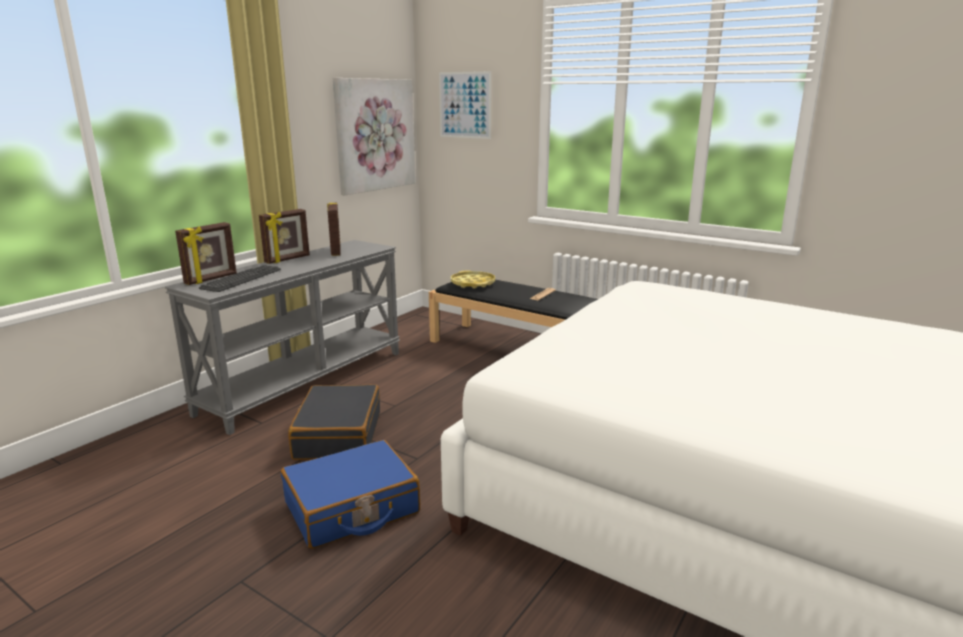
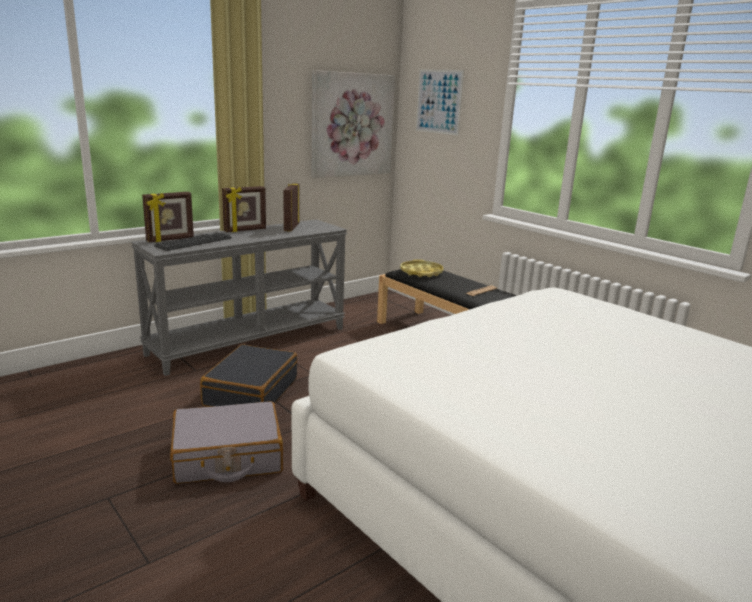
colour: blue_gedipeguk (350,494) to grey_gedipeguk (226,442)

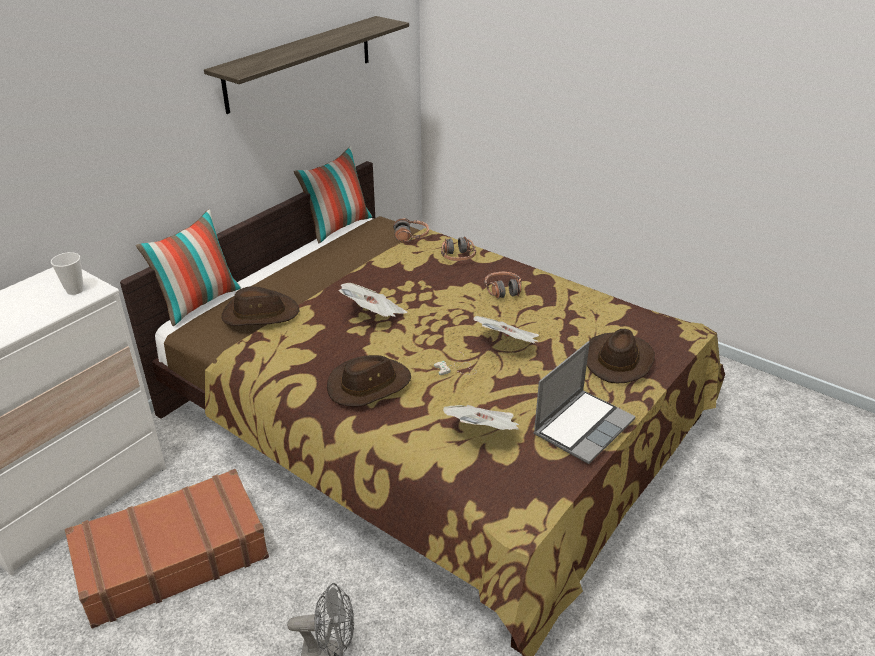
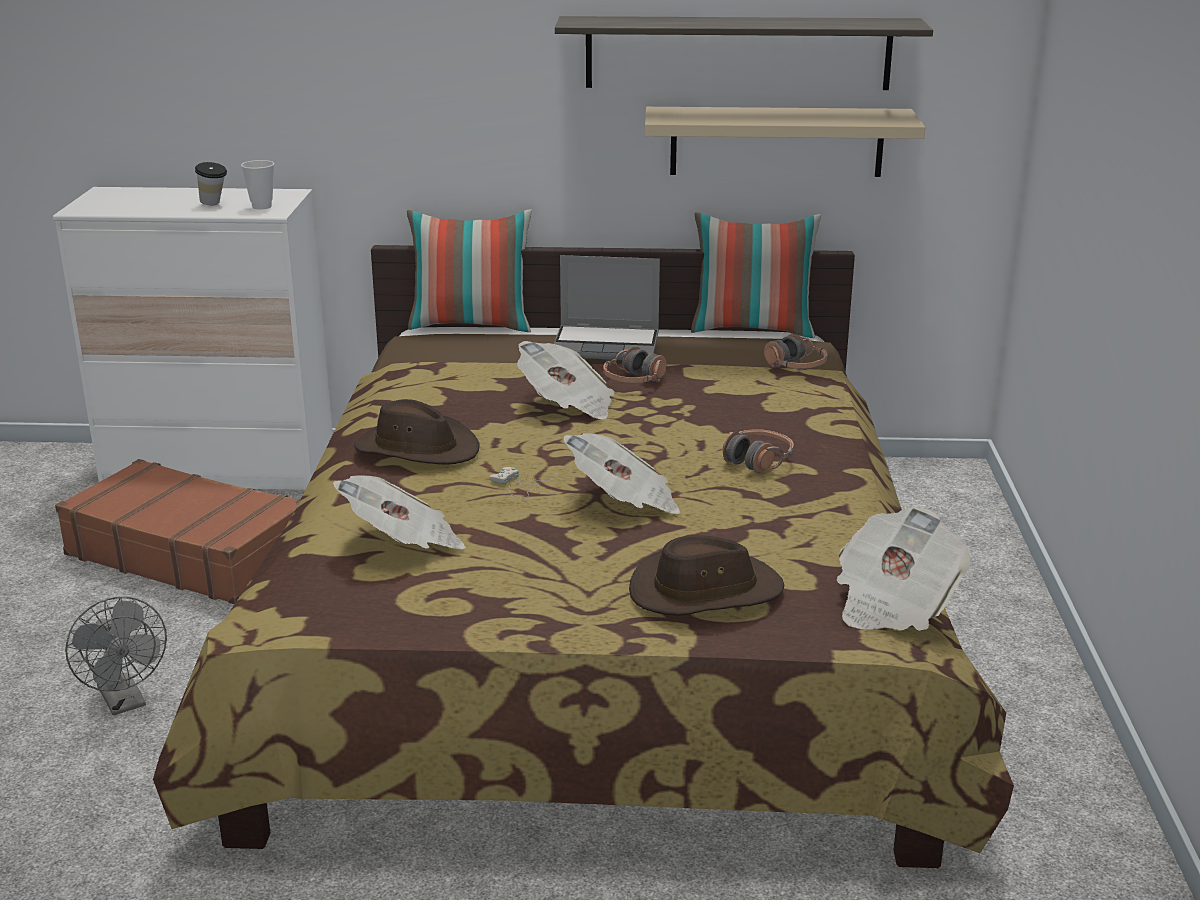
missing: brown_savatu (260,306)
appeared: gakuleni (211,183); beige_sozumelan (785,142); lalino (903,569)
relocated: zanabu (458,249) to (635,365); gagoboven (584,402) to (607,307)

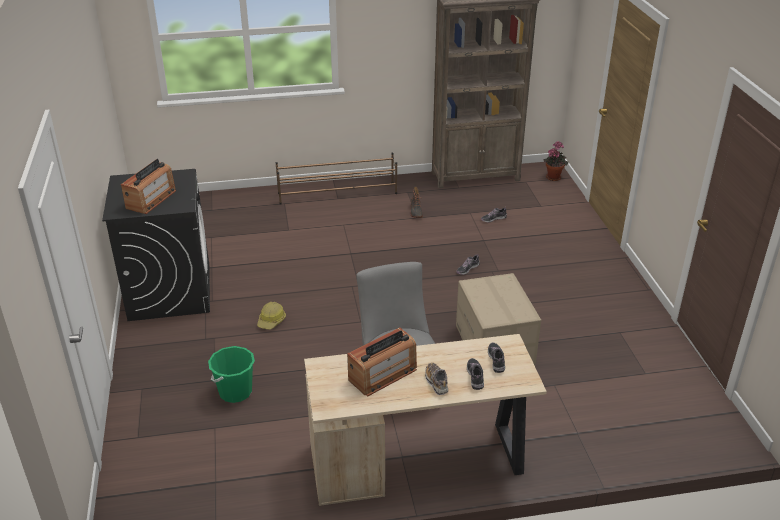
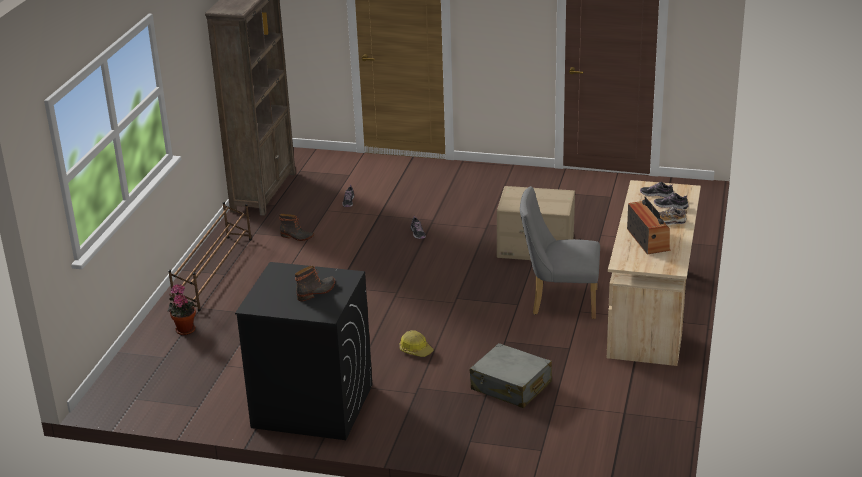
relocated: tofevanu (555,161) to (181,309)
exchanged: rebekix (148,186) to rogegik (315,283); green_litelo (231,374) to grey_gedipeguk (511,375)

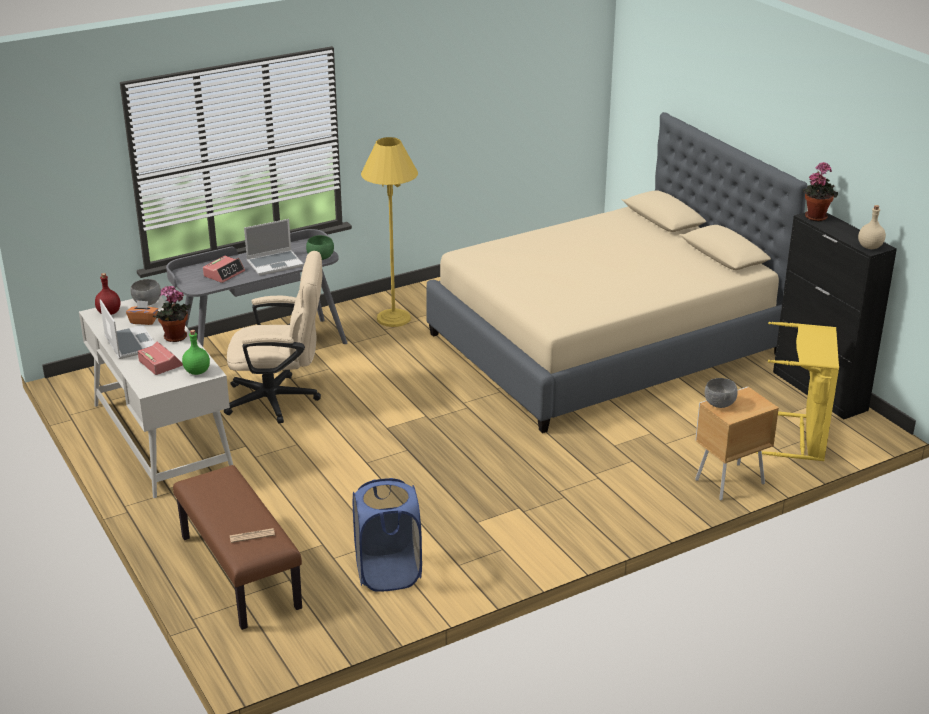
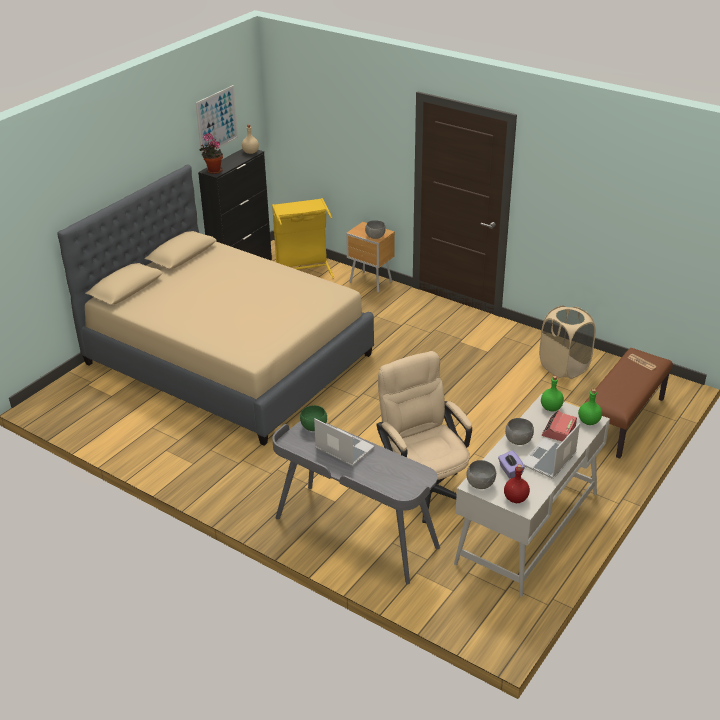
missing: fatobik (224,269); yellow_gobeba (389,232)
appeared: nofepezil (216,121); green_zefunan (590,407)
exchanged: tofevanu (172,314) to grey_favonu (519,431)
colour: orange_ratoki (142,312) to purple_ratoki (511,464); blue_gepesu (387,535) to beige_gepesu (567,342)

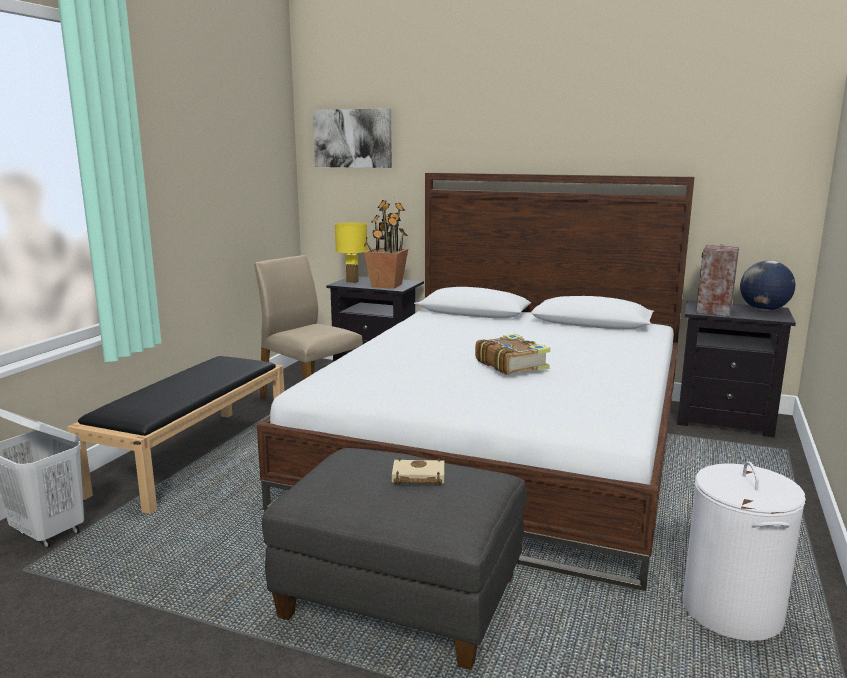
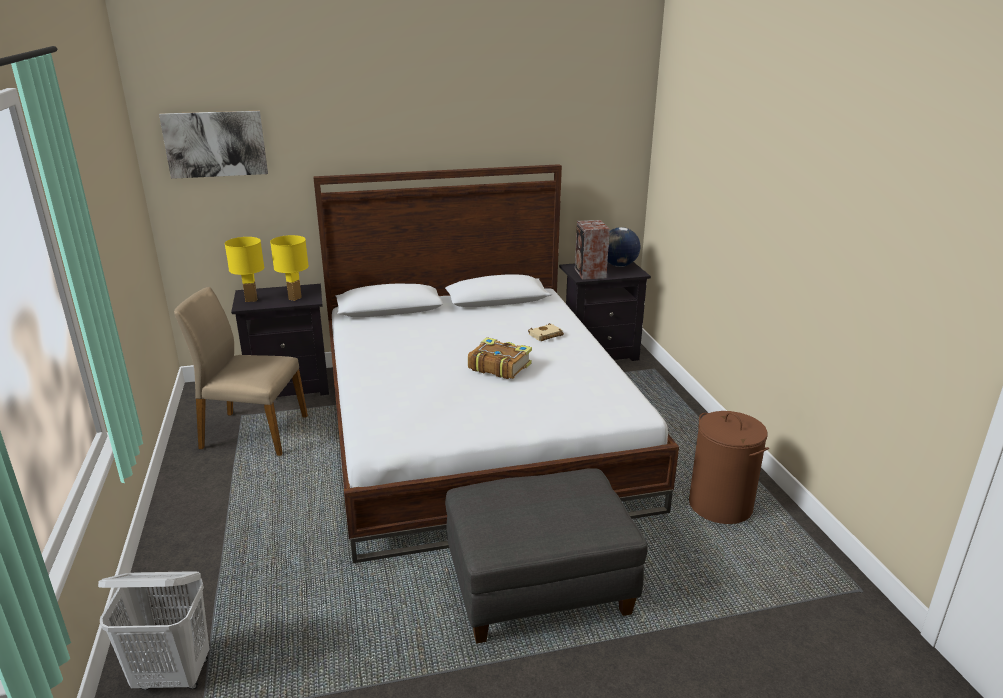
missing: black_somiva (175,435)
relocated: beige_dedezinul (418,471) to (546,332)
exchanged: tofevanu (386,244) to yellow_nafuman (289,268)
colour: white_gepesu (744,551) to brown_gepesu (729,467)

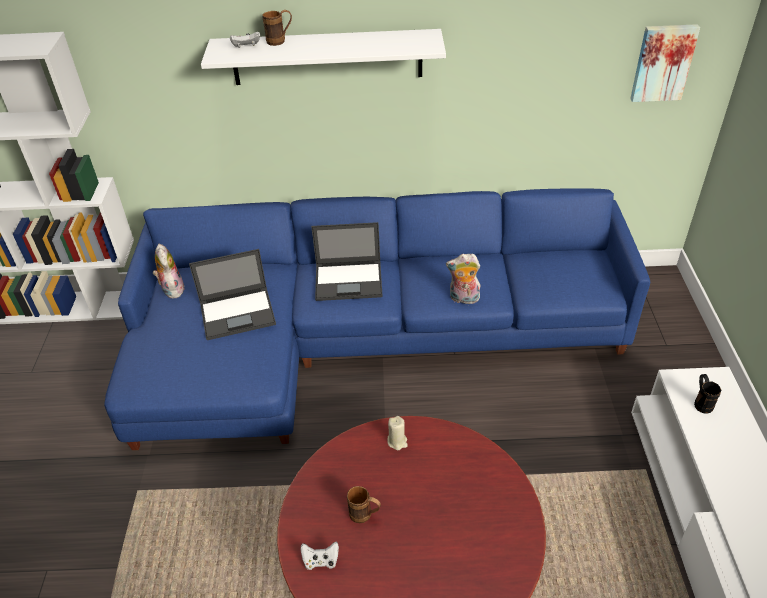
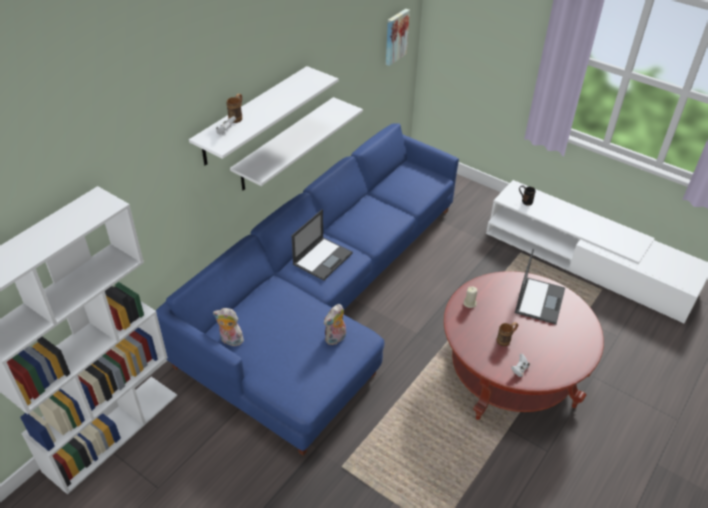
appeared: white_sozumelan (296,143)
relocated: gagoboven (232,294) to (540,286); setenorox (463,278) to (335,324)

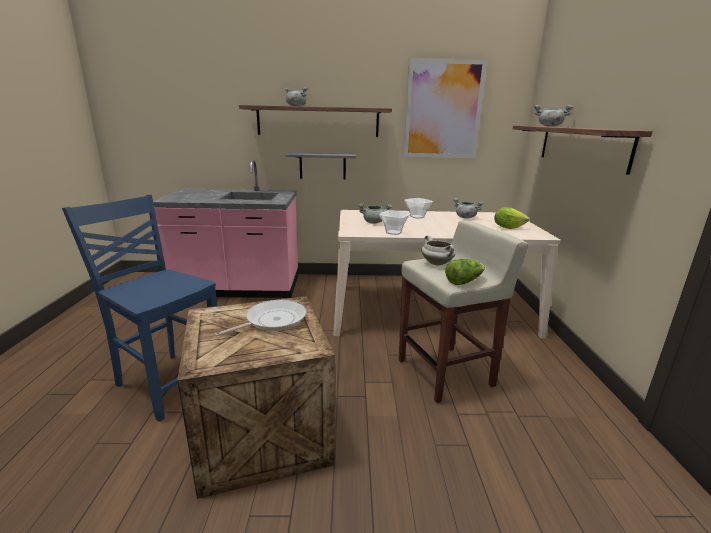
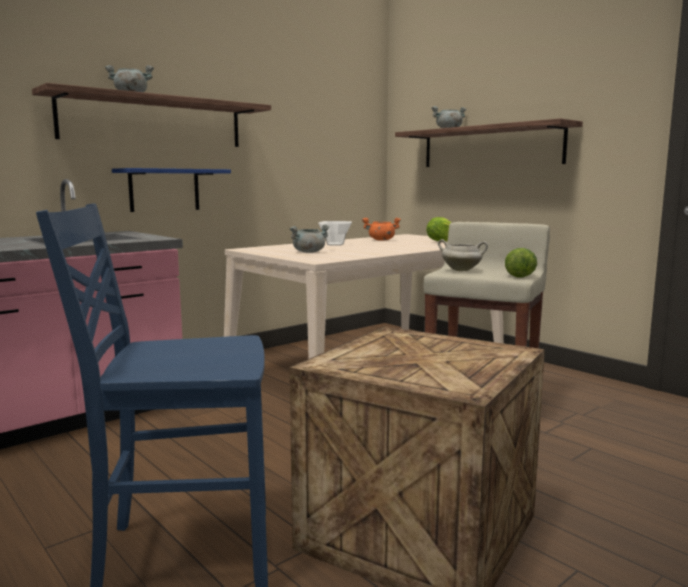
missing: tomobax (260,318); favonu (394,222); nofepezil (445,108)
colour: grey_sozumelan (321,166) to blue_sozumelan (171,190); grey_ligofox (468,208) to orange_ligofox (381,229)

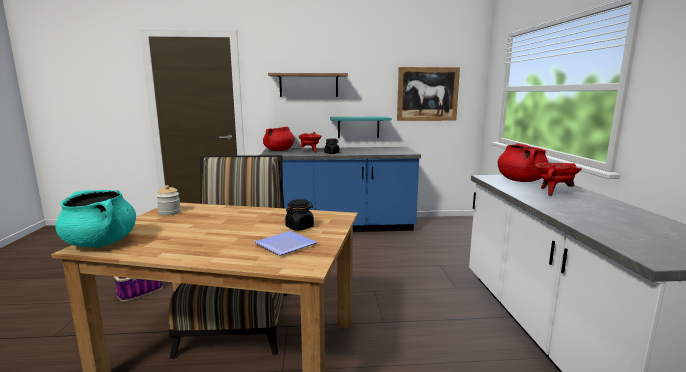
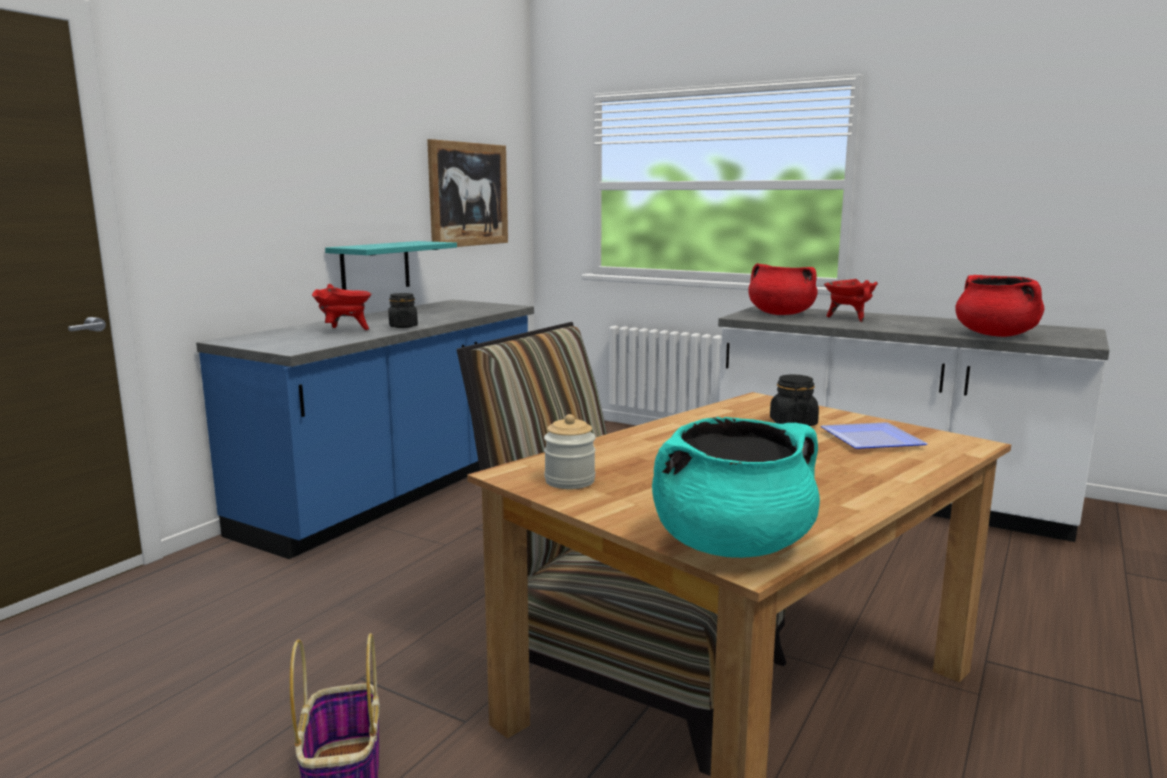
missing: sozumelan (308,85)
relocated: red_ligofox (279,139) to (999,306)

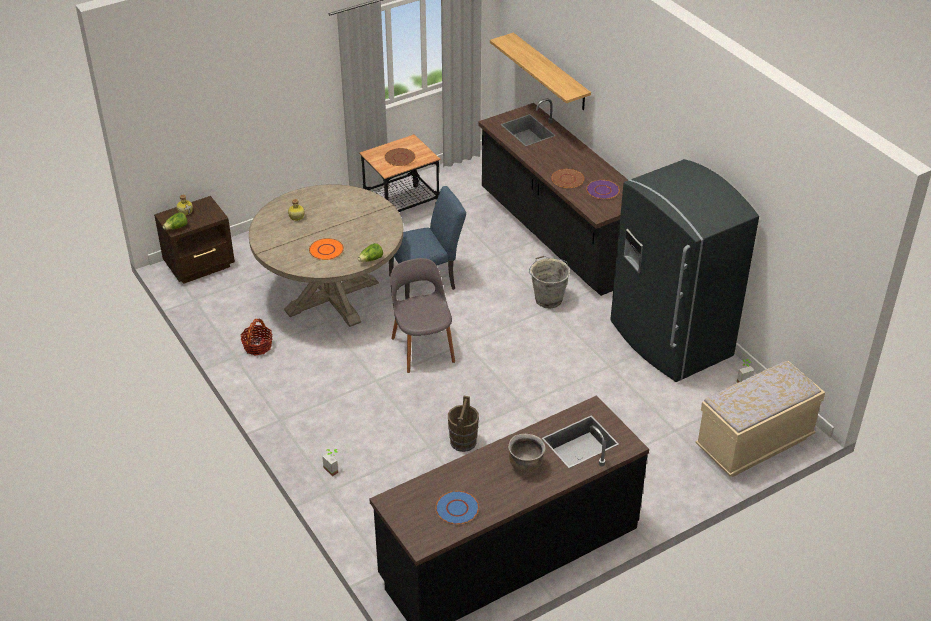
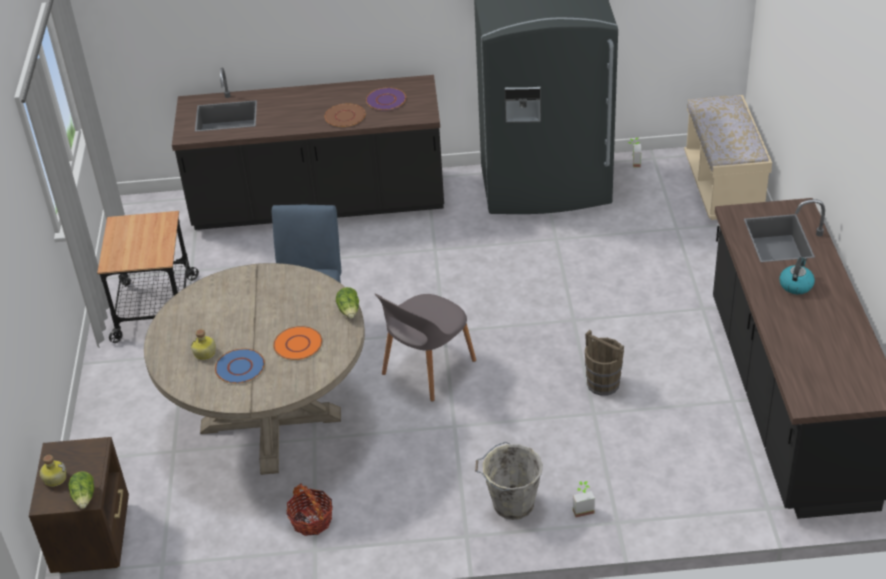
missing: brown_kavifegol (400,157); sozumelan (540,71)
relocated: blue_kavifegol (457,507) to (240,365); grey_litelo (549,282) to (509,481)
exchanged: brown_ligofox (527,453) to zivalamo (797,275)
spun: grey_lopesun (422,315) = (425,347) 60 degrees counterclockwise

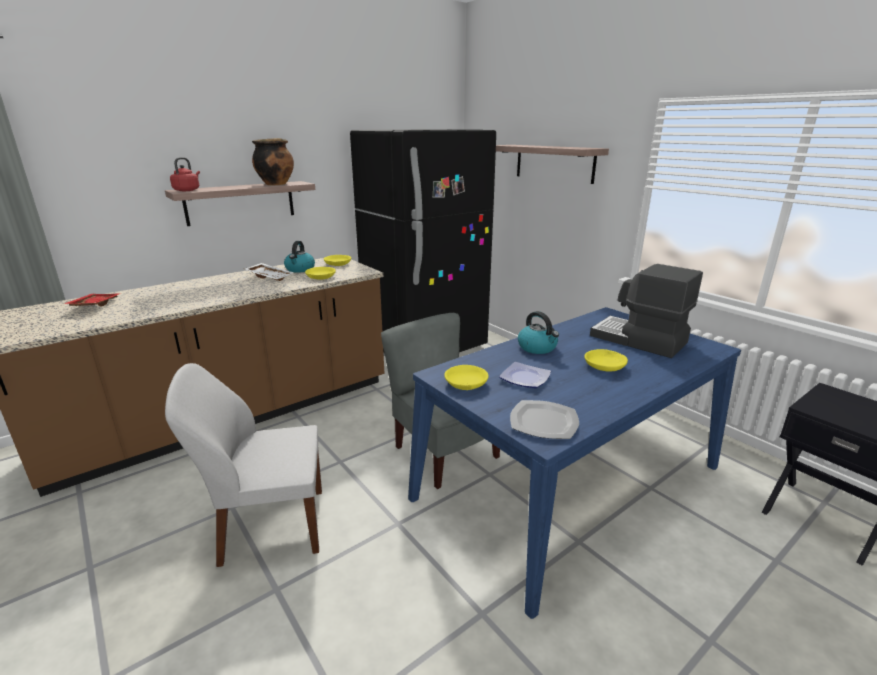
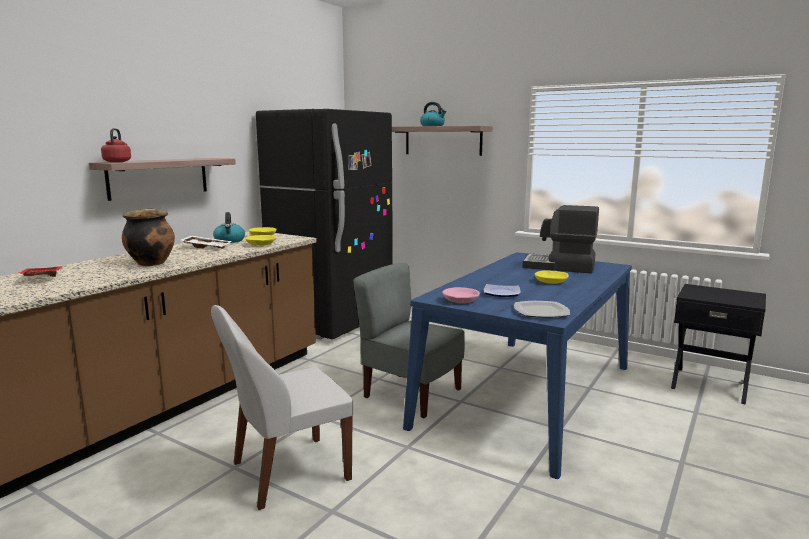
relocated: ligofox (273,162) to (148,237); zivalamo (538,332) to (433,114)
colour: yellow_favonu (466,377) to pink_favonu (461,295)

